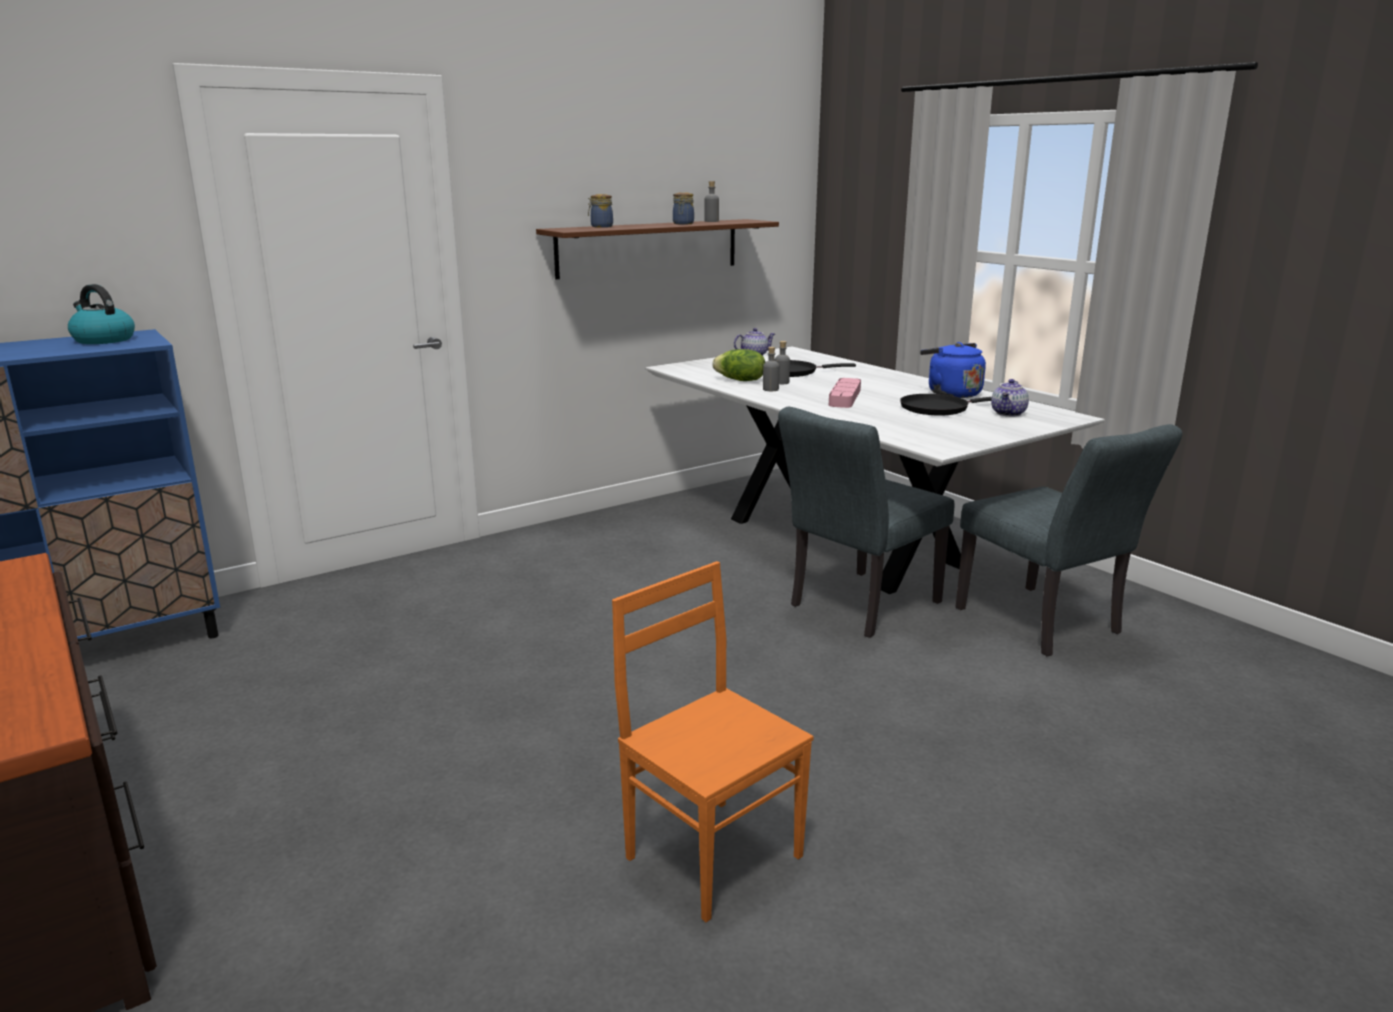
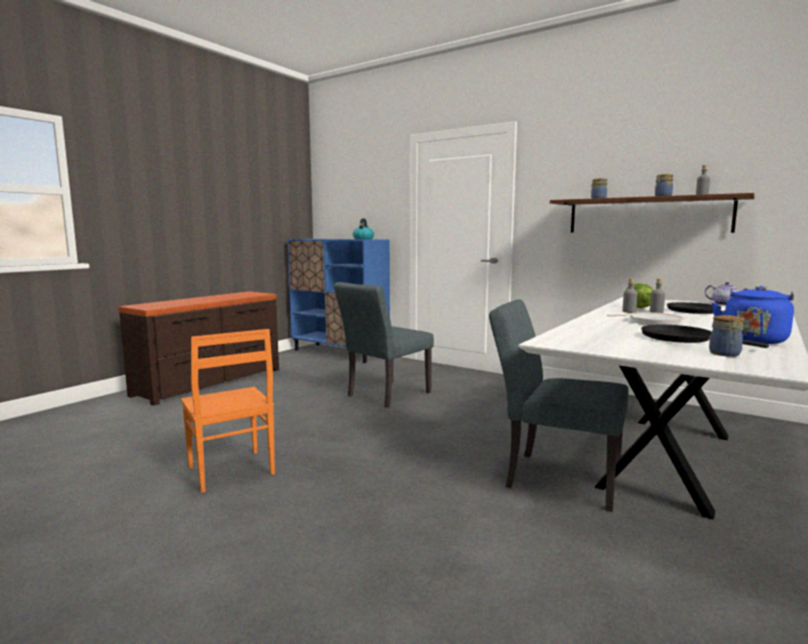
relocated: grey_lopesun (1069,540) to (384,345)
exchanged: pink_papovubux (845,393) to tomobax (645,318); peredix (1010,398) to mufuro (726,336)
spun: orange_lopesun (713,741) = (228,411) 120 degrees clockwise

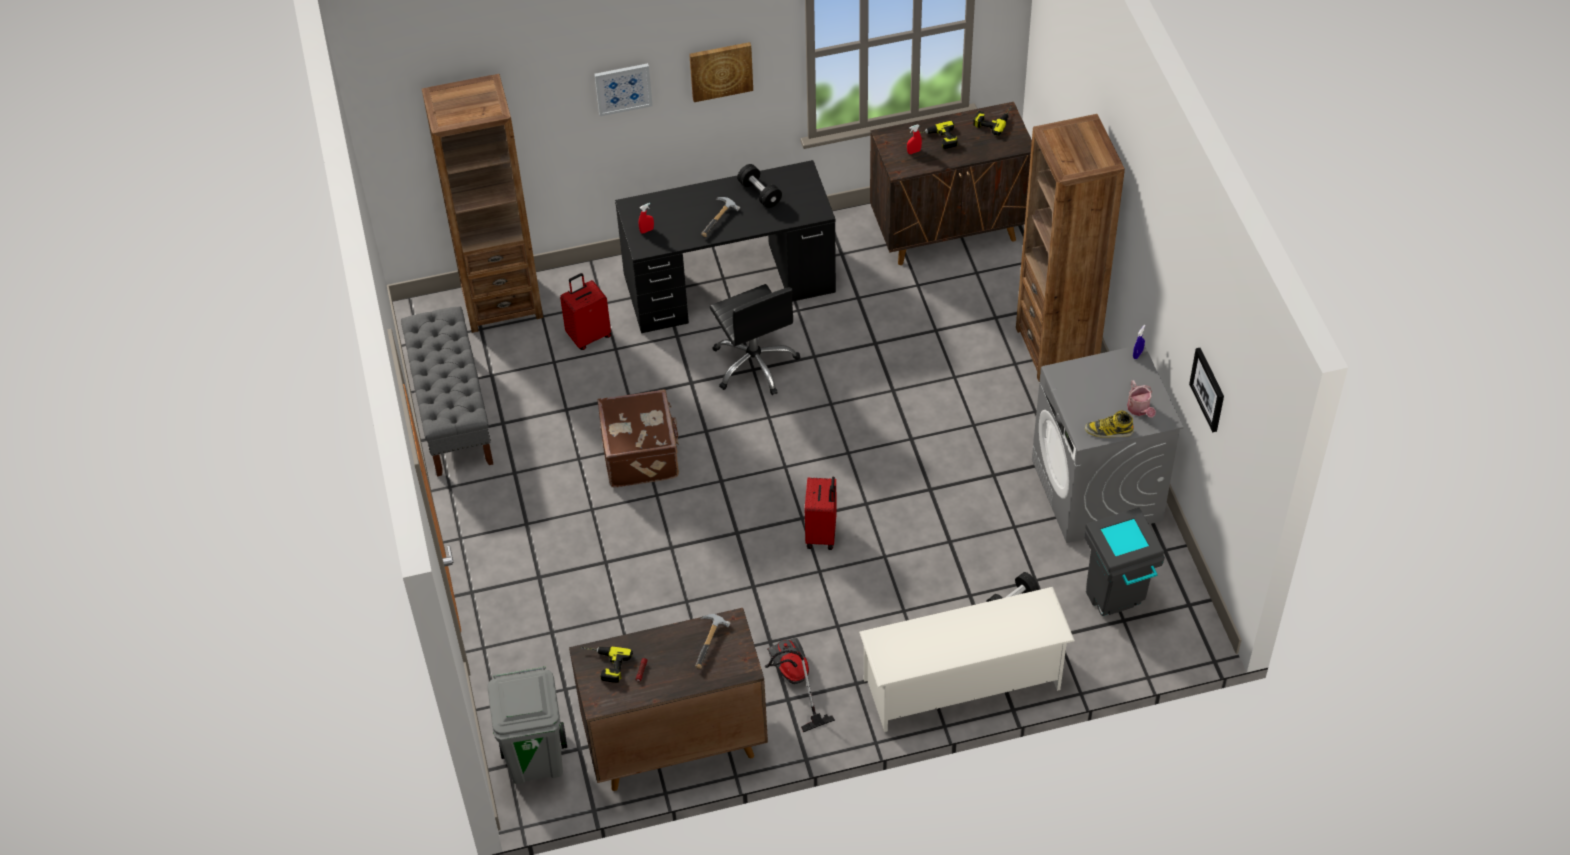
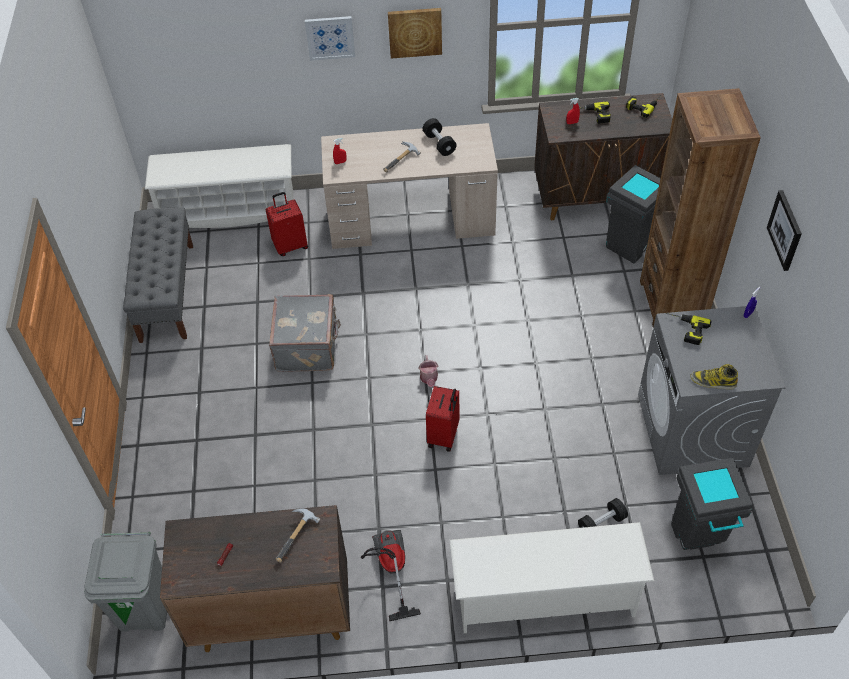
missing: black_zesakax (755,339)
appeared: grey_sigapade (633,214)
relocated: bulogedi (607,665) to (689,329); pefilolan (1141,399) to (428,371); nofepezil (1206,390) to (784,230)
exchanged: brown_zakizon (482,203) to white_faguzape (219,186)
colour: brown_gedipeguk (638,438) to grey_gedipeguk (305,333); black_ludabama (725,246) to beige_ludabama (409,186)

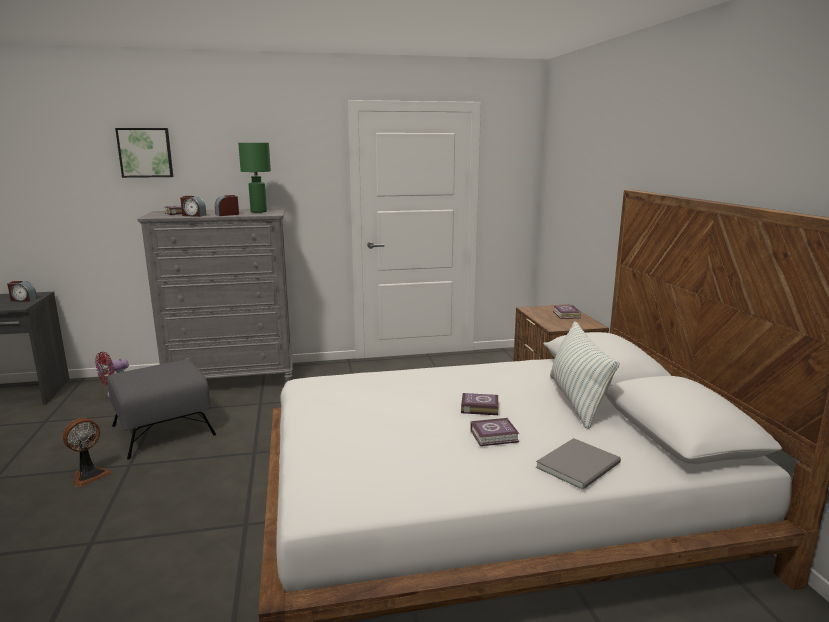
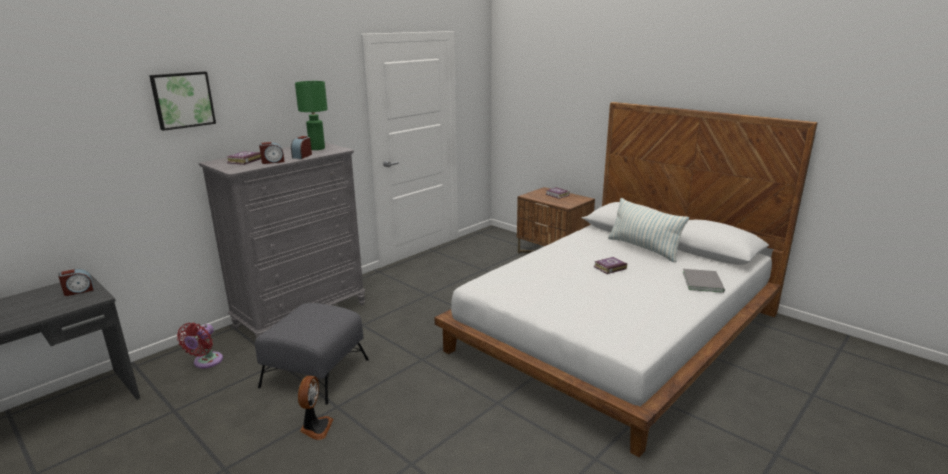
missing: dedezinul (494,432)

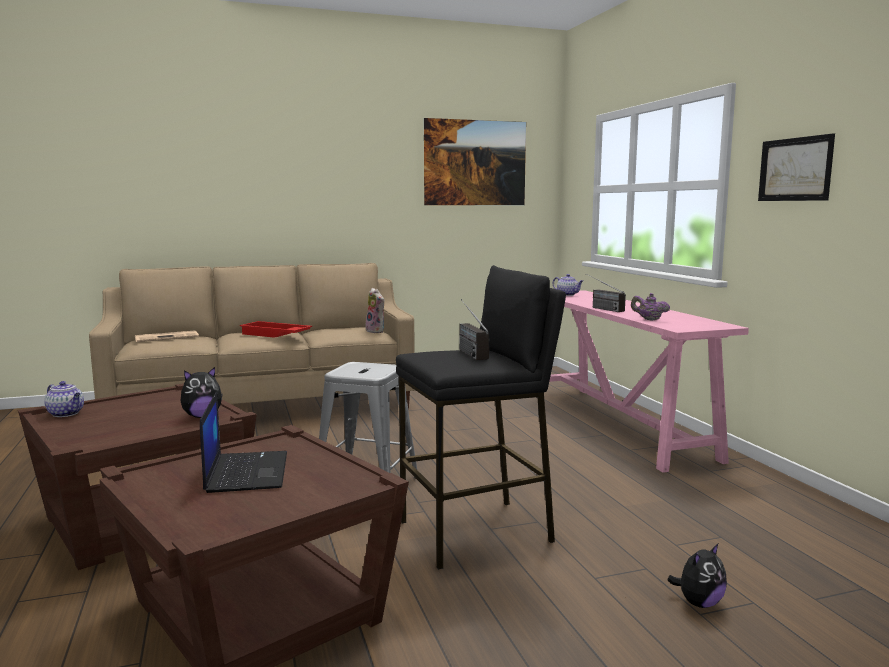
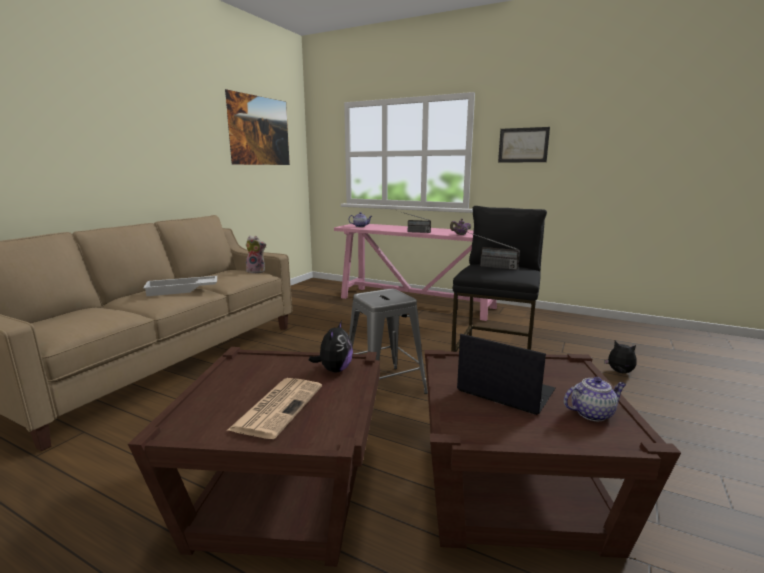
relocated: peredix (64,399) to (595,399); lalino (167,336) to (275,408)
colour: red_papovubux (276,329) to white_papovubux (180,286)
spun: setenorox (697,576) = (620,357) 60 degrees counterclockwise

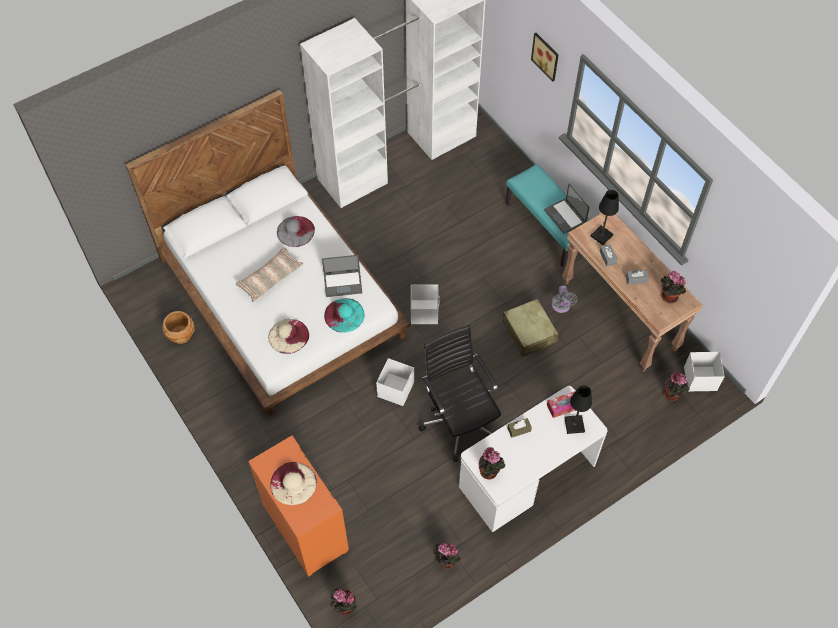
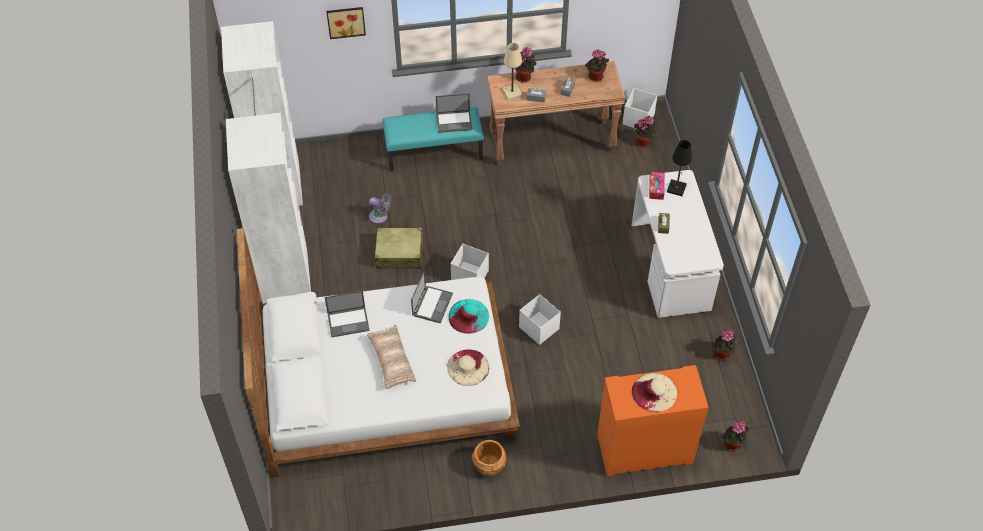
missing: black_zesakax (460,393)
relocated: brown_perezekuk (178,327) to (489,458); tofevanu (492,463) to (525,65); beige_gedipeguk (530,327) to (400,248); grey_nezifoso (565,299) to (380,208)
exchanged: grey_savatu (296,231) to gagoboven (347,314)
colour: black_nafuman (605,217) to beige_nafuman (512,71)

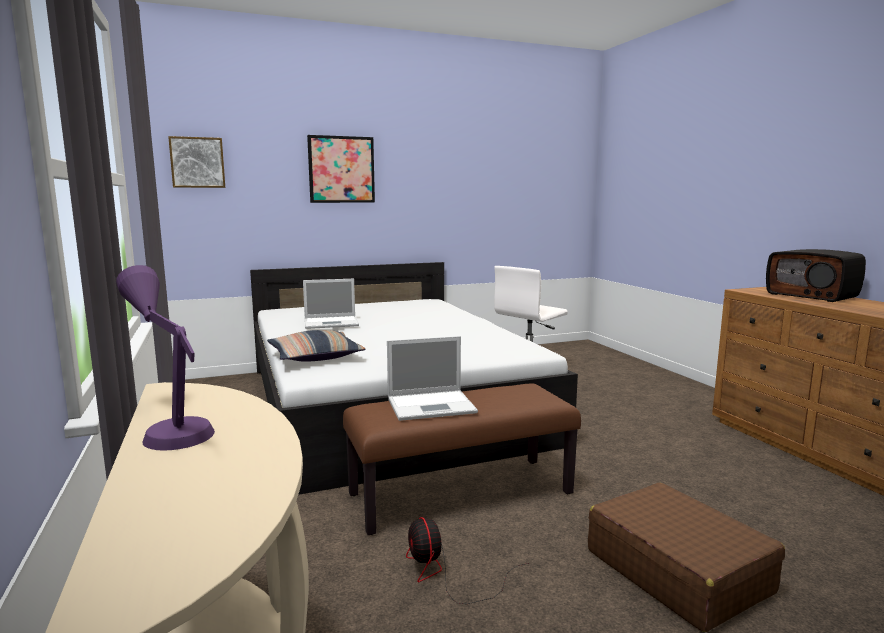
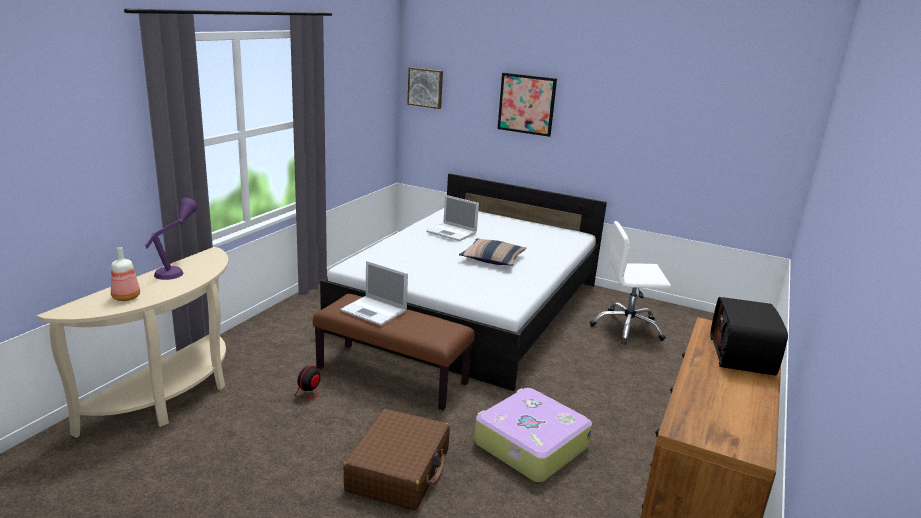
appeared: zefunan (125,274); gedipeguk (533,435)
relocated: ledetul (316,346) to (492,252)

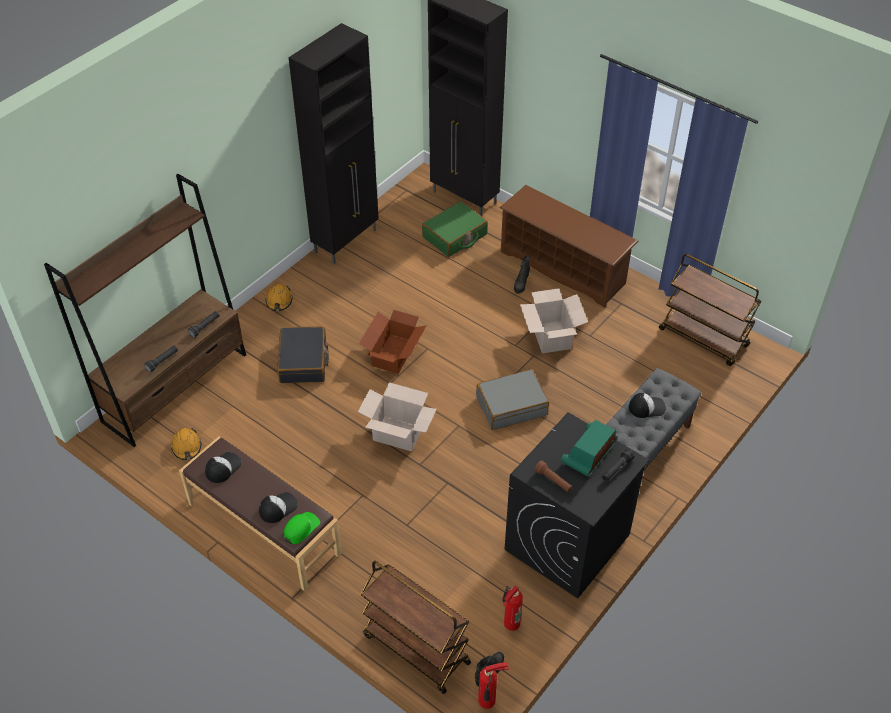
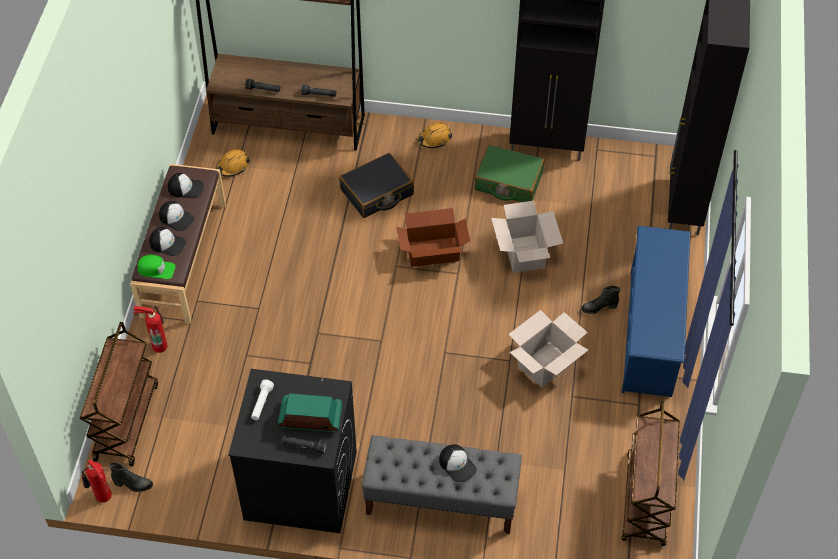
missing: grey_gedipeguk (512,399)
appeared: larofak (176,216)
relocated: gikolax (397,417) to (527,237); green_gedipeguk (455,229) to (509,173); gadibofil (512,608) to (150,329)
colour: brown_faguzape (569,246) to blue_faguzape (656,311); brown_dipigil (553,476) to white_dipigil (262,399)

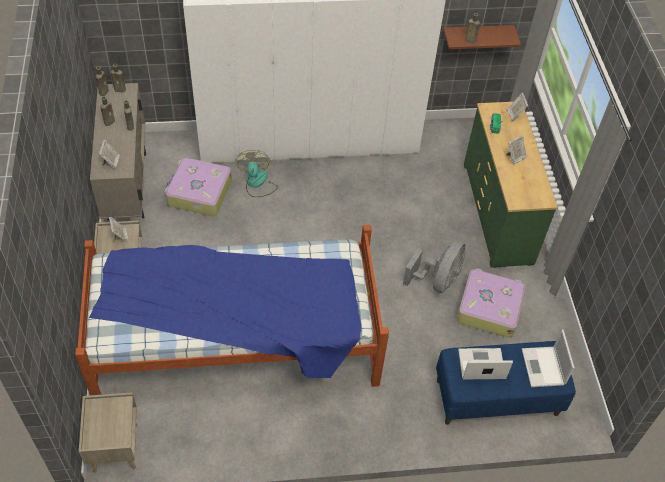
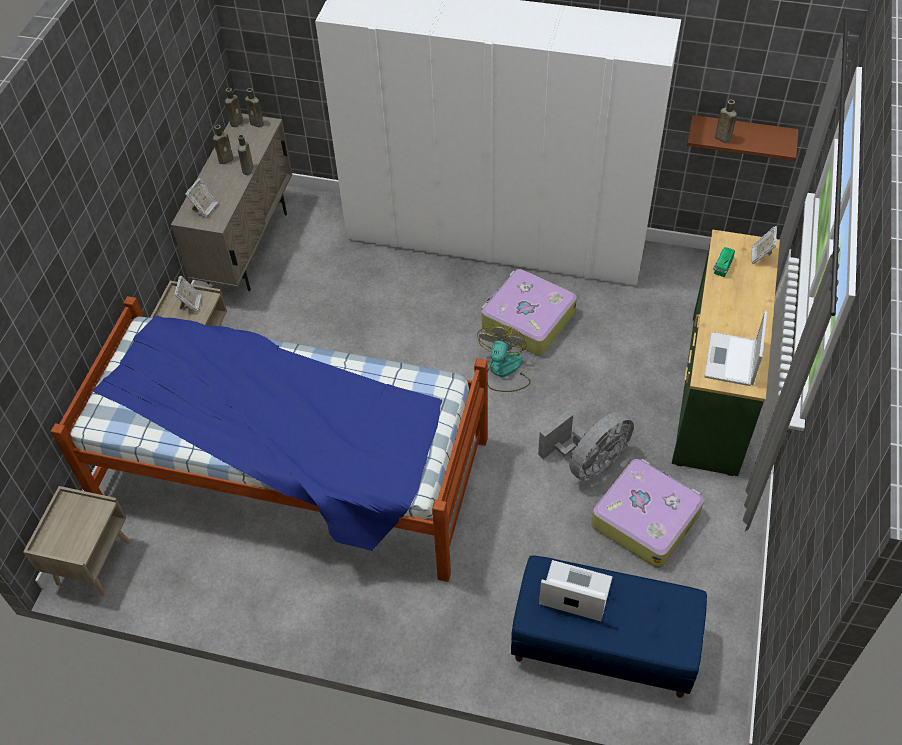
missing: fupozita (516,149)
relocated: gedipeguk (198,187) to (529,312); nezifoso (256,173) to (504,358); gagoboven (548,358) to (736,348)

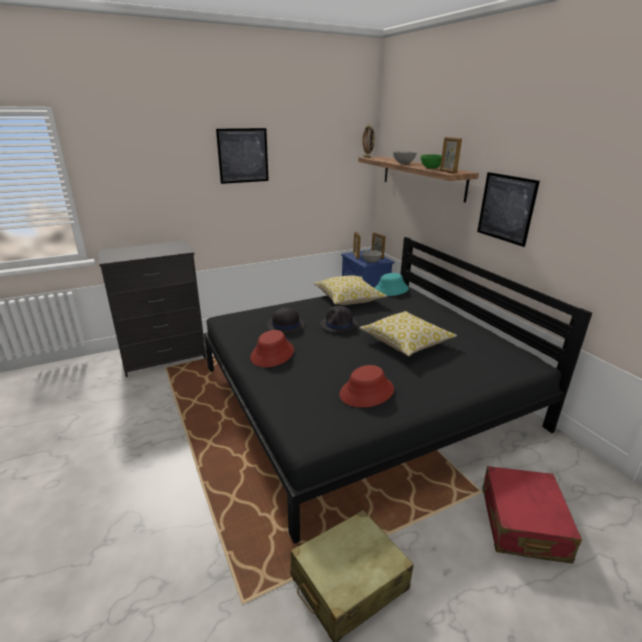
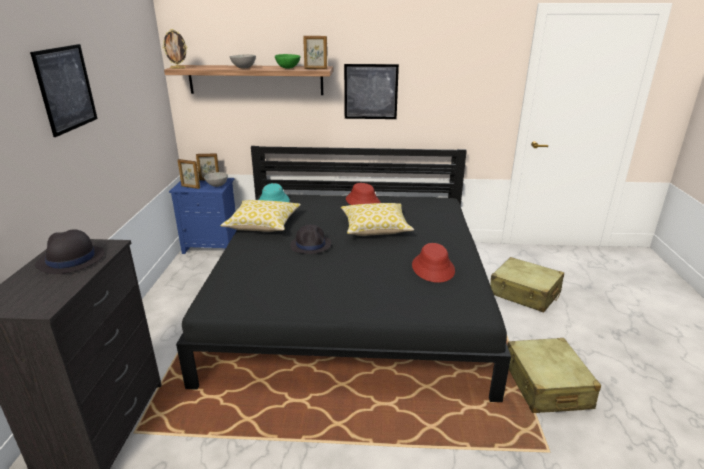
relocated: red_savatu (272,348) to (363,194); black_savatu (286,320) to (70,251)
colour: red_gedipeguk (532,515) to beige_gedipeguk (527,285)

